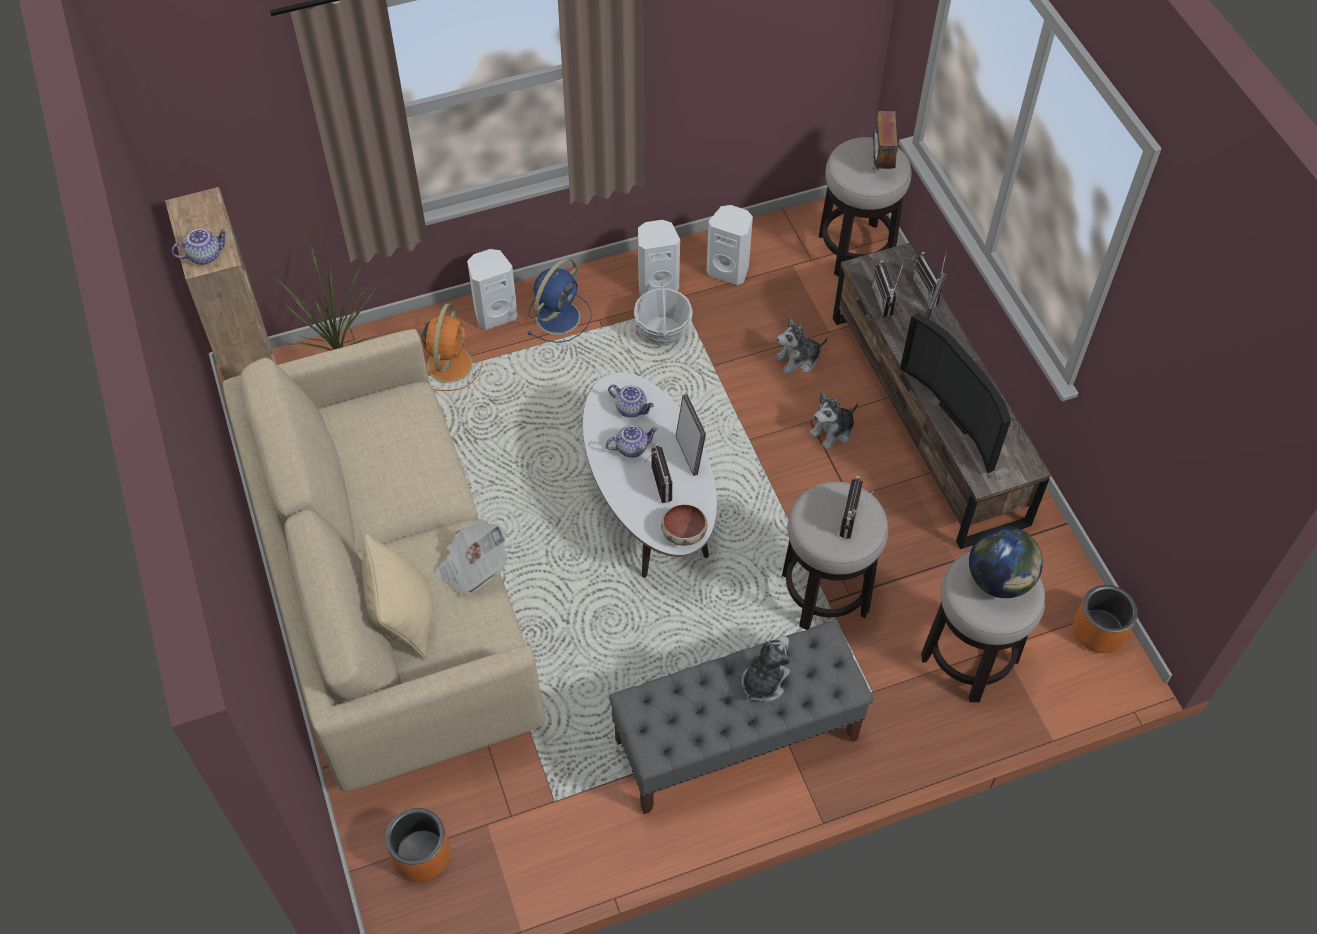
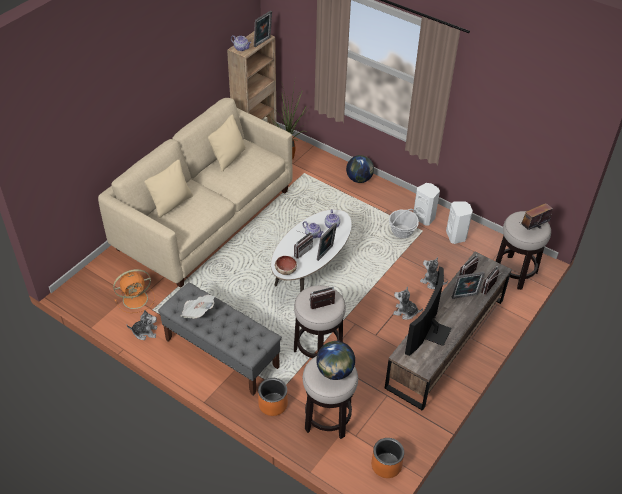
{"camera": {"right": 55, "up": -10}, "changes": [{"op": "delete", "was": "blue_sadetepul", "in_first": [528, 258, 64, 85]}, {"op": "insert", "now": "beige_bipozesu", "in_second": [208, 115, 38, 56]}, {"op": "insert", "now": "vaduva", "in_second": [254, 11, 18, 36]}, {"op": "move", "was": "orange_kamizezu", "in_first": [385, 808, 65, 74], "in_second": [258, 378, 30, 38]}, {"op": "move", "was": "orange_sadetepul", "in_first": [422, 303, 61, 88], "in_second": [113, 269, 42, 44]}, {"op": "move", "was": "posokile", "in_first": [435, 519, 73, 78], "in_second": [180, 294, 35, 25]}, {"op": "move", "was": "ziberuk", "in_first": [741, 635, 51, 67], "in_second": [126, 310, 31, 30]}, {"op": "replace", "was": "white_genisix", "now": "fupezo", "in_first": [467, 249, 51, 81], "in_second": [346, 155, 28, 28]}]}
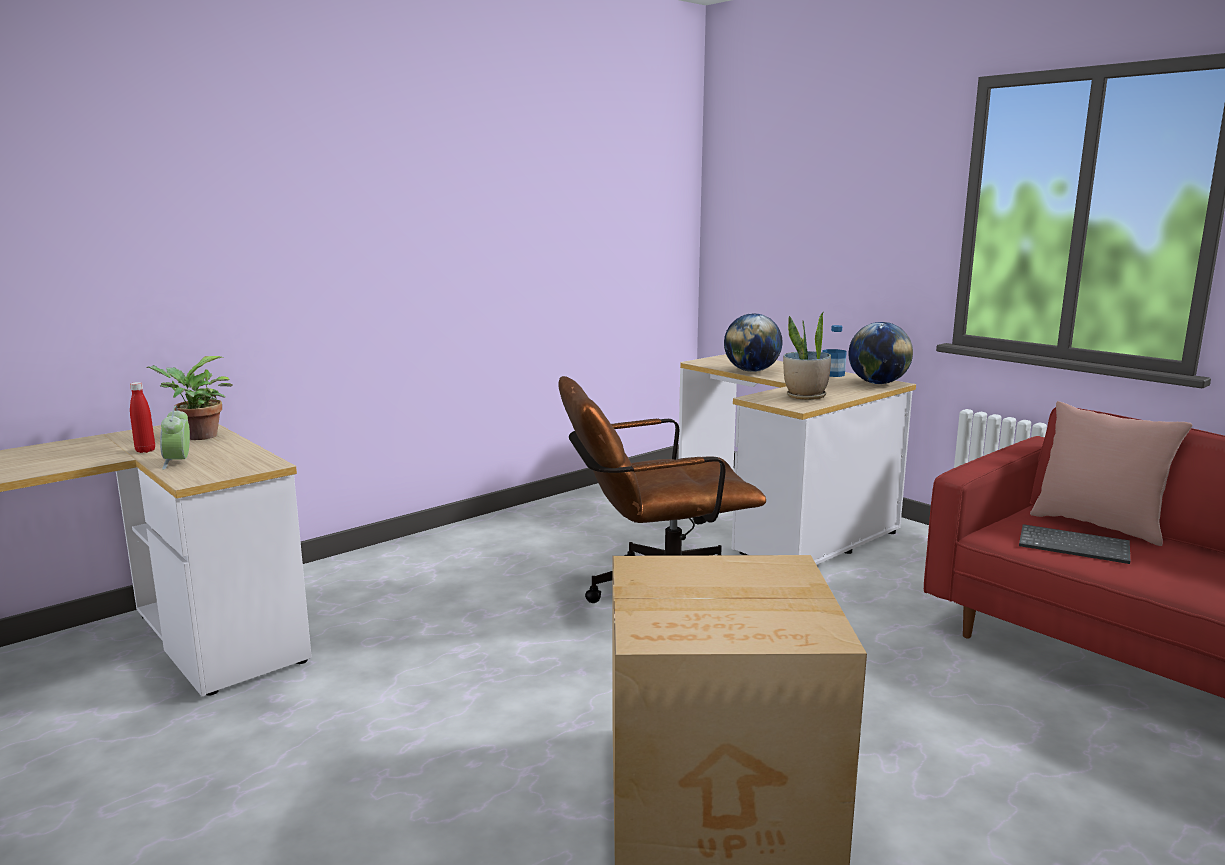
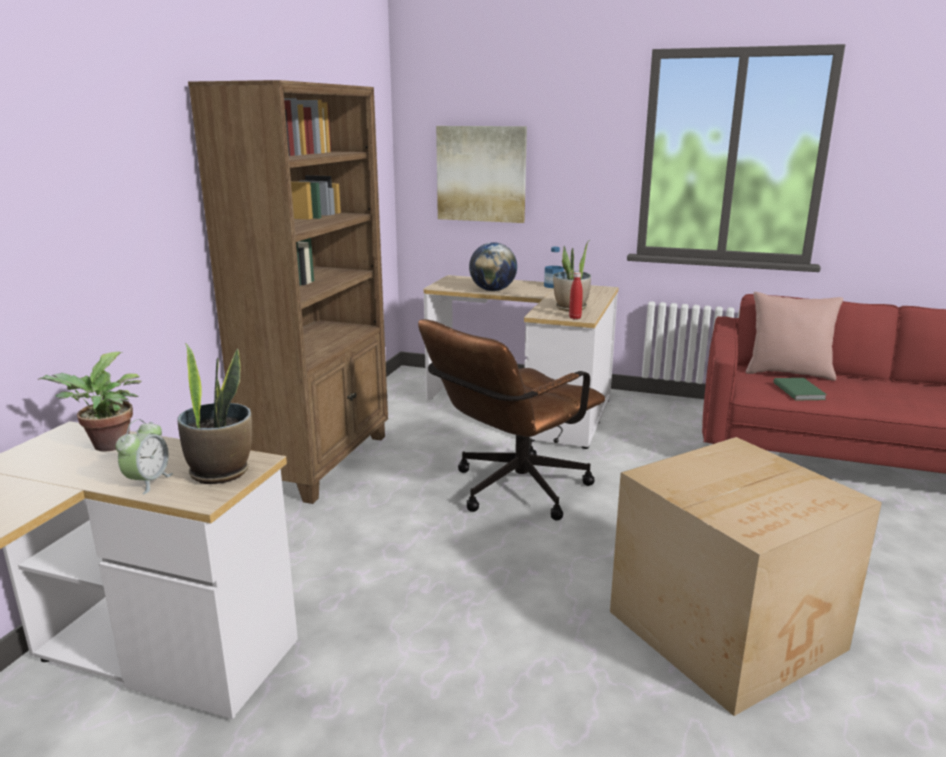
{"camera": {"right": -30, "up": 5}, "changes": [{"op": "delete", "was": "fupezo", "in_first": [849, 322, 64, 62]}, {"op": "insert", "now": "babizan", "in_second": [177, 343, 75, 141]}, {"op": "insert", "now": "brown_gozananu", "in_second": [188, 80, 200, 424]}, {"op": "insert", "now": "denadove", "in_second": [436, 126, 91, 97]}, {"op": "move", "was": "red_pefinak", "in_first": [130, 382, 25, 71], "in_second": [569, 272, 14, 47]}, {"op": "replace", "was": "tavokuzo", "now": "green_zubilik", "in_first": [1019, 524, 111, 40], "in_second": [773, 378, 54, 23]}, {"op": "rotate", "was": "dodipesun", "in_first": [160, 406, 30, 64], "in_second": [116, 419, 57, 75], "clockwise": -120}]}
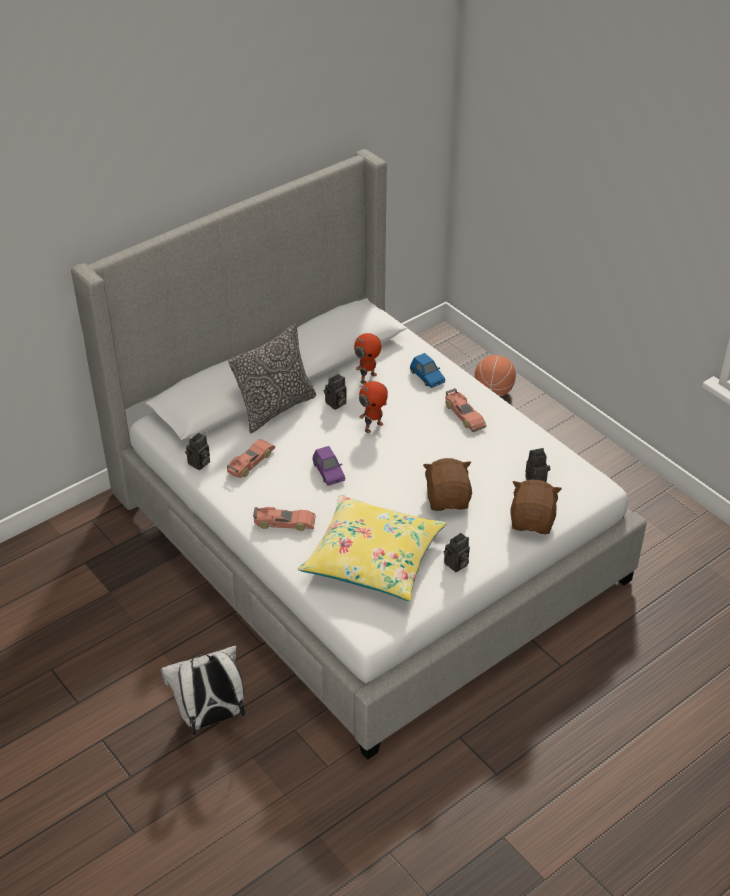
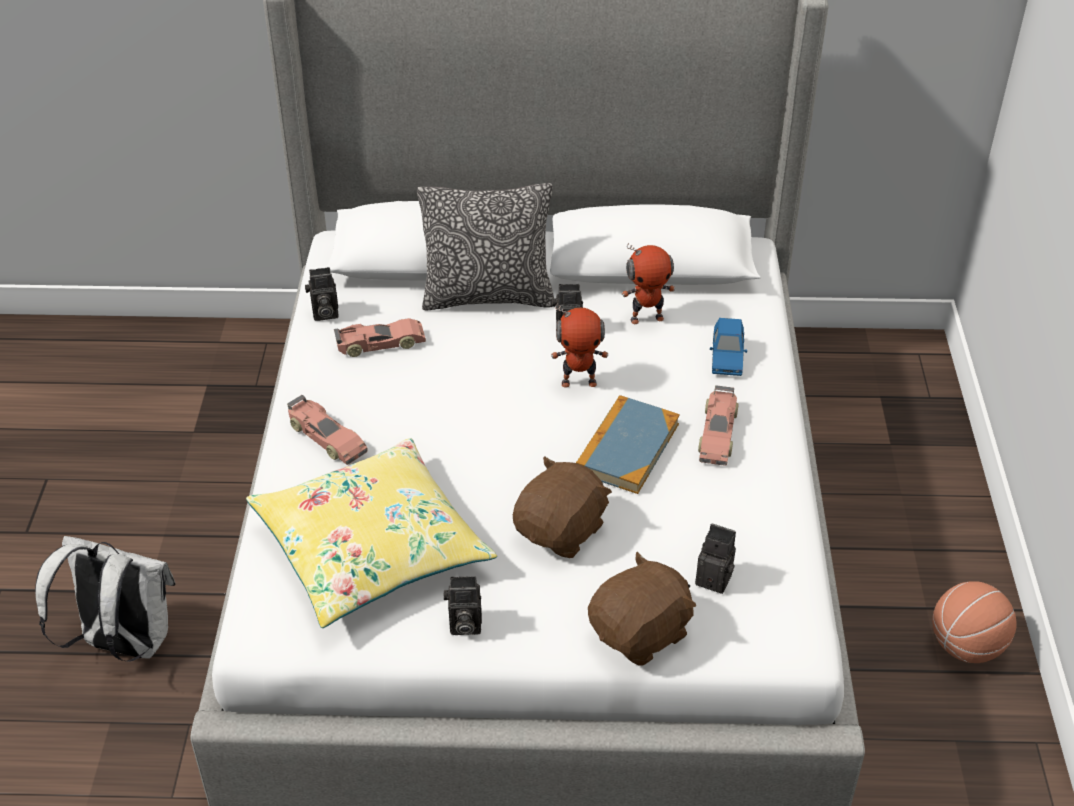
{"camera": {"right": 40, "up": 0}, "changes": [{"op": "delete", "was": "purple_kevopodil", "in_first": [313, 446, 32, 40]}, {"op": "insert", "now": "zubilik", "in_second": [576, 395, 104, 99]}, {"op": "move", "was": "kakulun", "in_first": [474, 355, 42, 42], "in_second": [932, 581, 85, 82]}]}
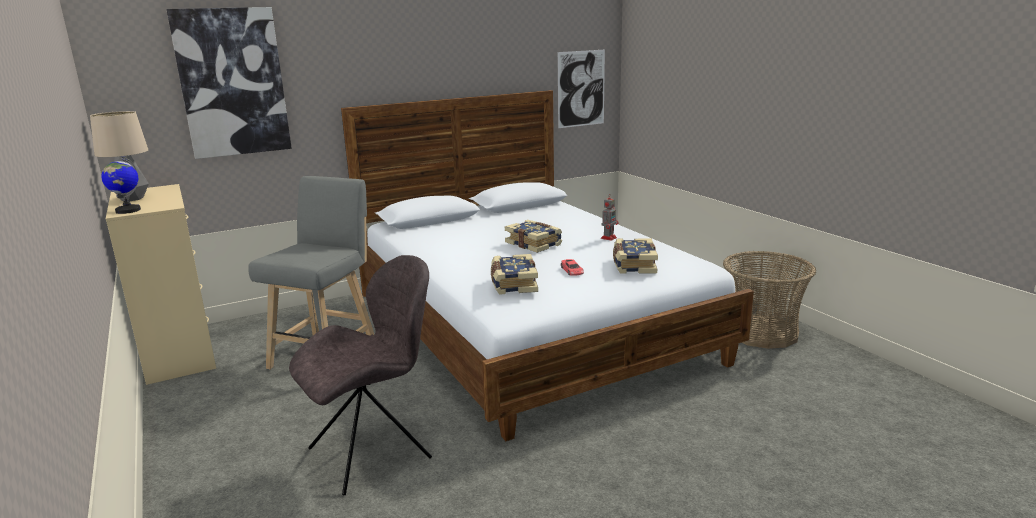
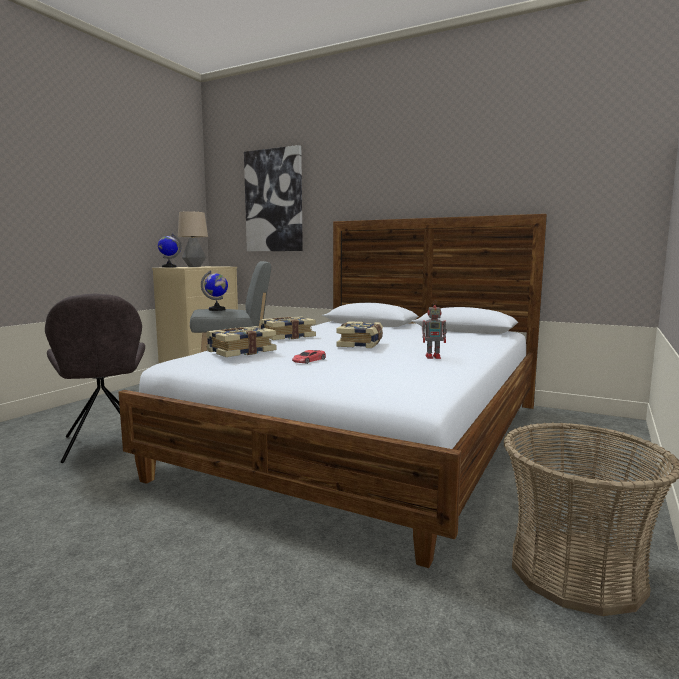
{"camera": {"right": 55, "up": -10}, "changes": [{"op": "delete", "was": "denadove", "in_first": [558, 50, 47, 78]}, {"op": "insert", "now": "fupezo", "in_second": [201, 271, 27, 40]}, {"op": "move", "was": "zubilik", "in_first": [613, 239, 45, 35], "in_second": [260, 316, 56, 24]}, {"op": "rotate", "was": "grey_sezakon", "in_first": [289, 255, 143, 240], "in_second": [45, 294, 100, 169], "clockwise": 45}]}
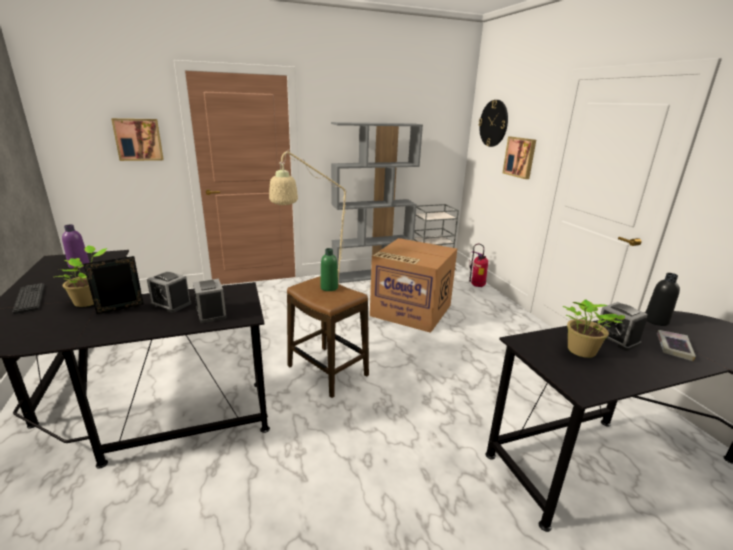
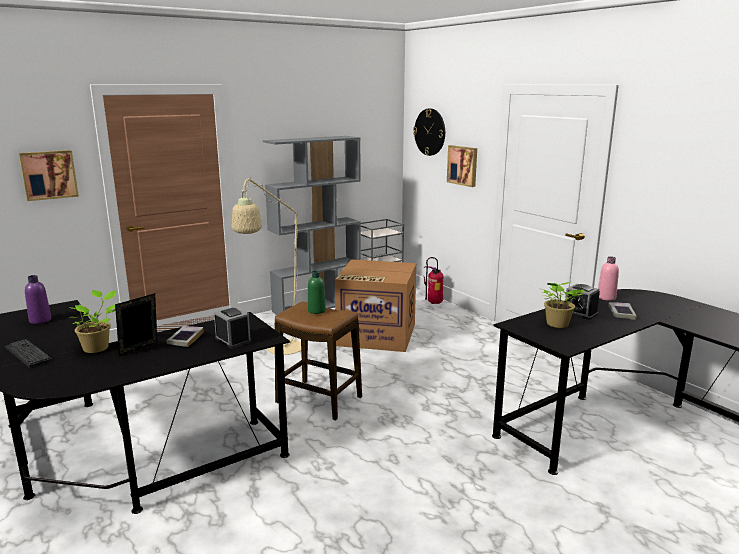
{"camera": {"right": -15, "up": -5}, "changes": [{"op": "replace", "was": "dodipesun", "now": "zubilik", "in_first": [147, 271, 45, 42], "in_second": [167, 326, 36, 21]}, {"op": "recolor", "was": "black_pefinak", "now": "pink_pefinak", "in_first": [645, 273, 35, 53], "in_second": [598, 256, 21, 45]}]}
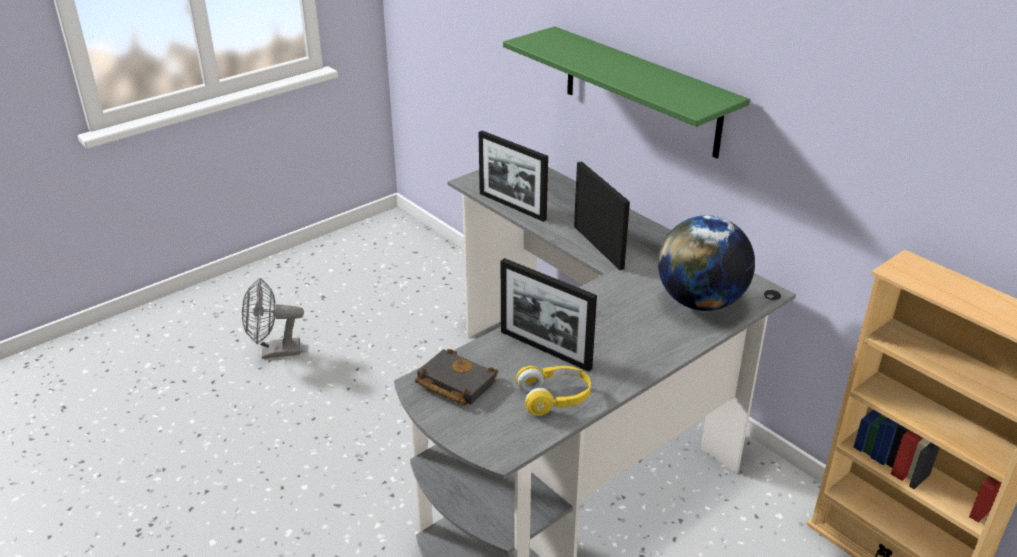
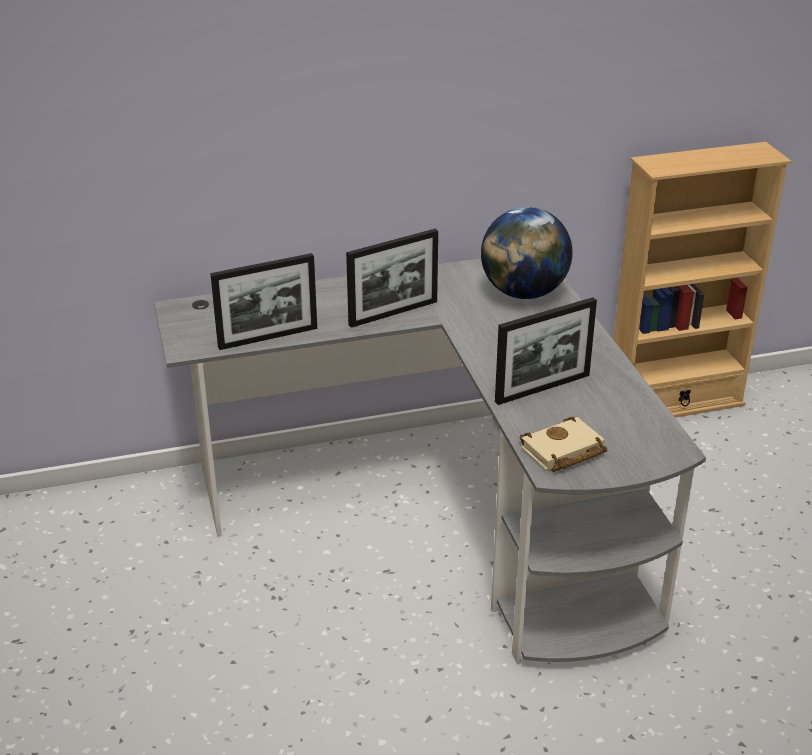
{"camera": {"right": -65, "up": 0}, "changes": [{"op": "delete", "was": "grey_sadetepul", "in_first": [242, 278, 62, 81]}, {"op": "delete", "was": "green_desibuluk", "in_first": [503, 26, 247, 132]}, {"op": "delete", "was": "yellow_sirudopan", "in_first": [516, 366, 75, 50]}, {"op": "recolor", "was": "black_zubilik", "now": "beige_zubilik", "in_first": [415, 349, 83, 57], "in_second": [520, 417, 87, 55]}, {"op": "rotate", "was": "vaduva", "in_first": [574, 161, 56, 109], "in_second": [346, 229, 92, 99], "clockwise": 150}]}
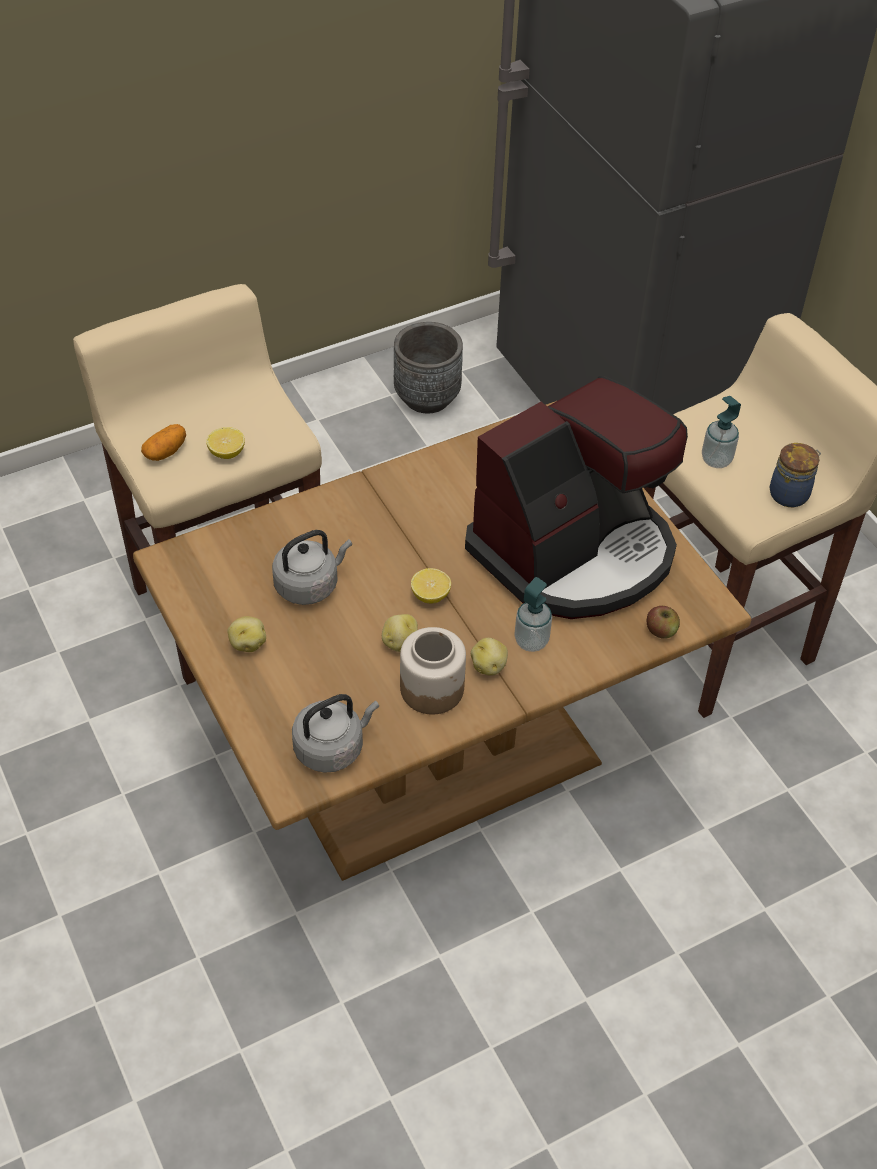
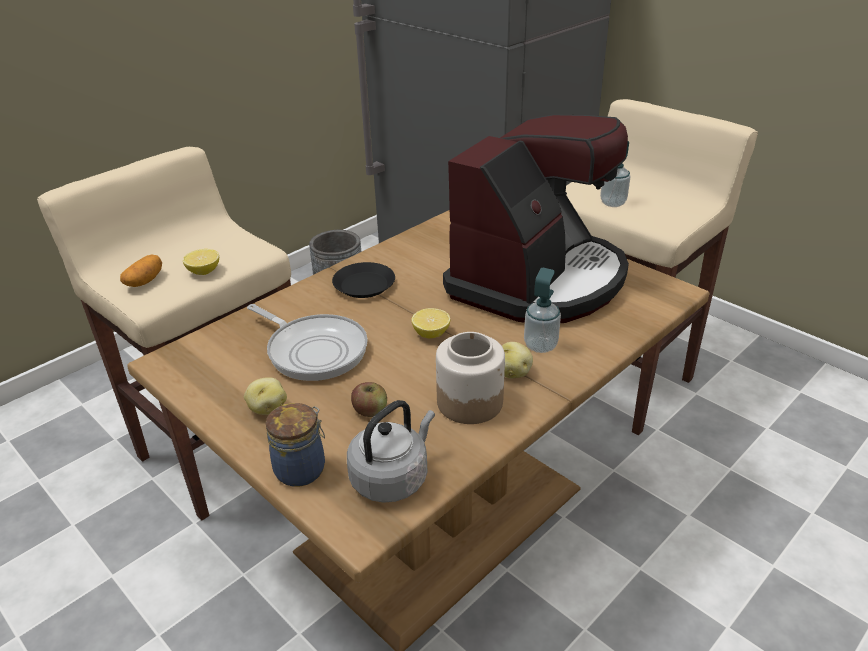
{"camera": {"right": -15, "up": -15}, "changes": [{"op": "delete", "was": "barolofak", "in_first": [382, 614, 36, 38]}, {"op": "insert", "now": "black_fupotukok", "in_second": [332, 262, 63, 36]}, {"op": "move", "was": "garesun", "in_first": [647, 606, 33, 33], "in_second": [351, 382, 36, 35]}, {"op": "move", "was": "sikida", "in_first": [770, 443, 51, 64], "in_second": [266, 403, 59, 84]}, {"op": "replace", "was": "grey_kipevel", "now": "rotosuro", "in_first": [272, 530, 80, 75], "in_second": [247, 304, 121, 77]}]}
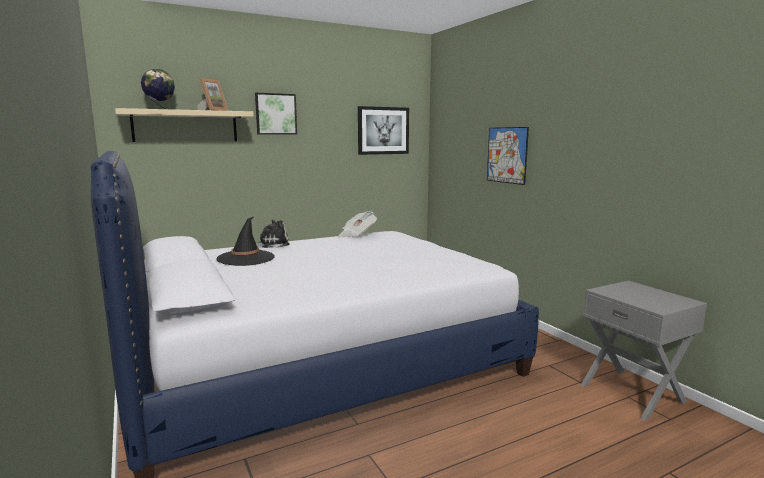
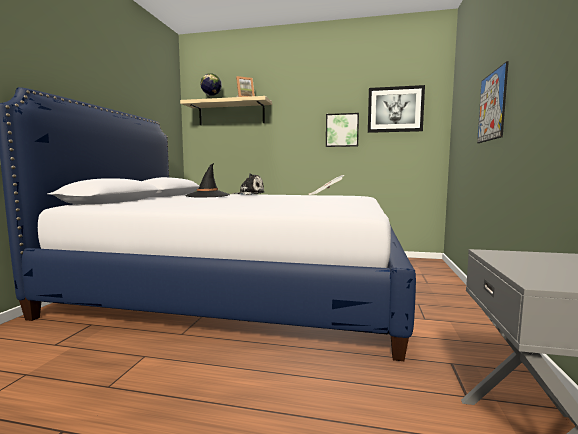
{"camera": {"right": 40, "up": -5}, "changes": [{"op": "move", "was": "denadove", "in_first": [255, 93, 42, 42], "in_second": [326, 113, 33, 34]}]}
